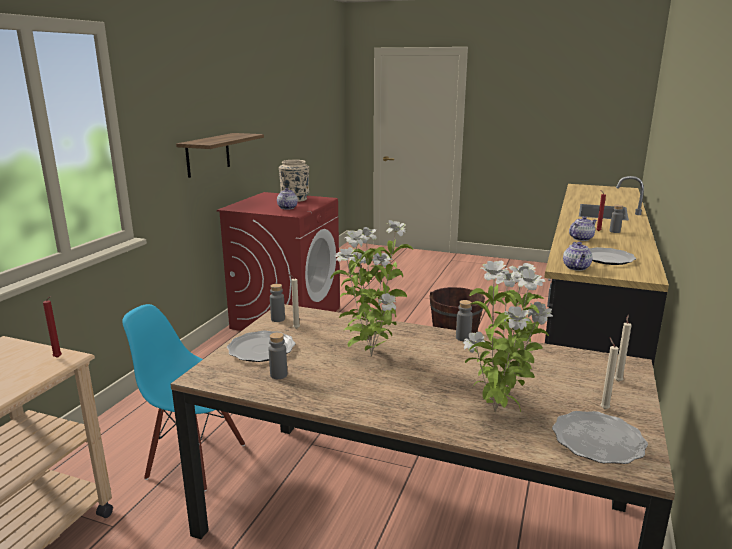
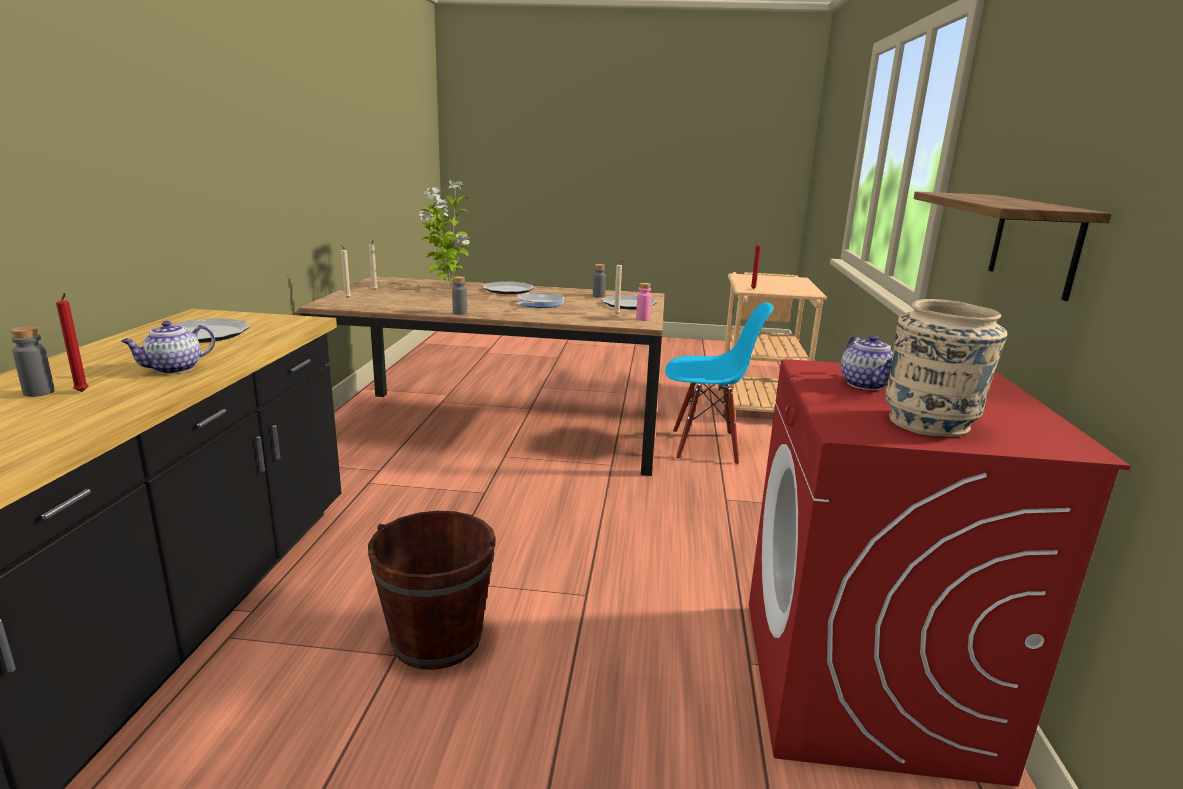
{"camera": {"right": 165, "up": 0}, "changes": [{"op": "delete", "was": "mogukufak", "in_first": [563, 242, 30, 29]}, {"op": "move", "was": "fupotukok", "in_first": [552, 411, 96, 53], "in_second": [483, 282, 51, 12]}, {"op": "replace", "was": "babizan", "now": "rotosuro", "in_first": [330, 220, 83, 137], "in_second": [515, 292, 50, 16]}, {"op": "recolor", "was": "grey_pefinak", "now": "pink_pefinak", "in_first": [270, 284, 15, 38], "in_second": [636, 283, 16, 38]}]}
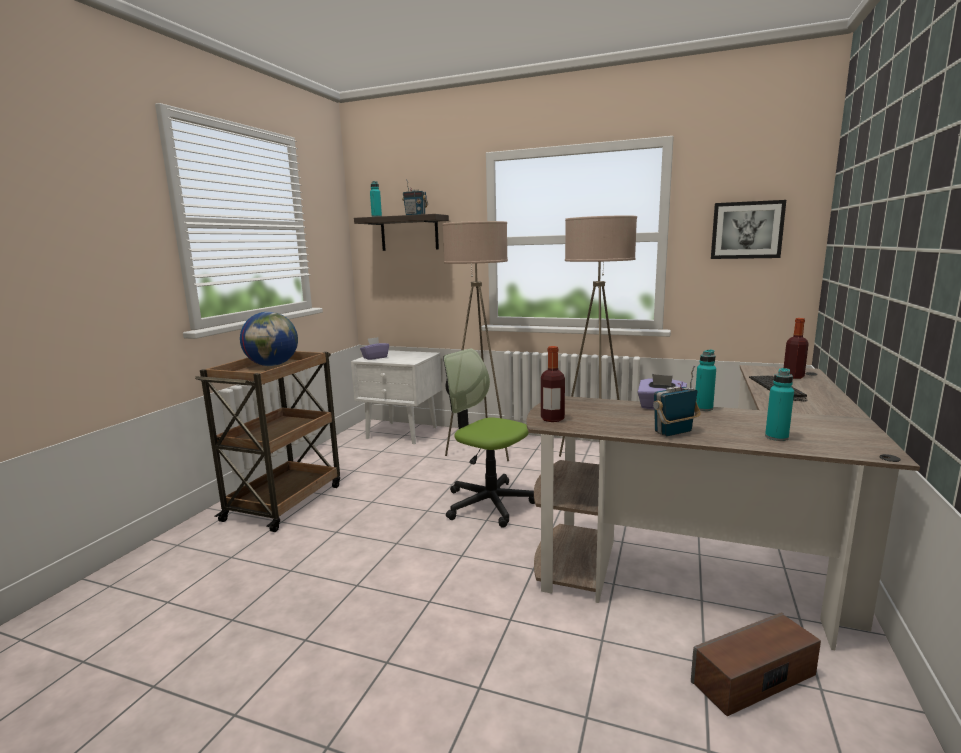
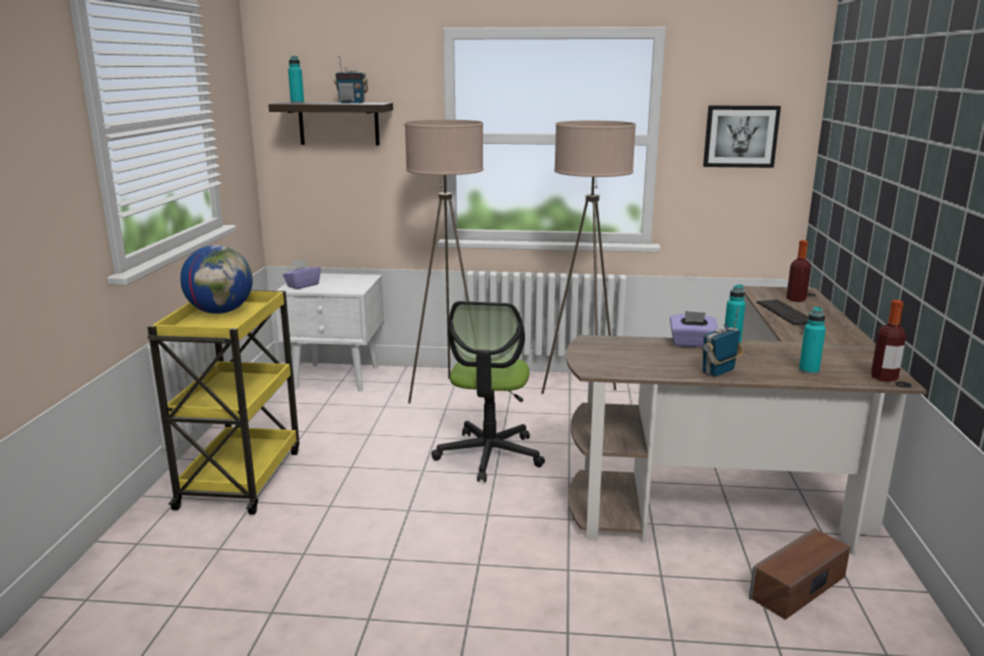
{"camera": {"right": -15, "up": 5}, "changes": [{"op": "move", "was": "pefinak", "in_first": [541, 346, 24, 76], "in_second": [871, 300, 35, 82]}, {"op": "recolor", "was": "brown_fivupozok", "now": "yellow_fivupozok", "in_first": [195, 351, 145, 181], "in_second": [147, 290, 152, 225]}, {"op": "rotate", "was": "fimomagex", "in_first": [443, 349, 92, 178], "in_second": [431, 301, 114, 181], "clockwise": -105}]}
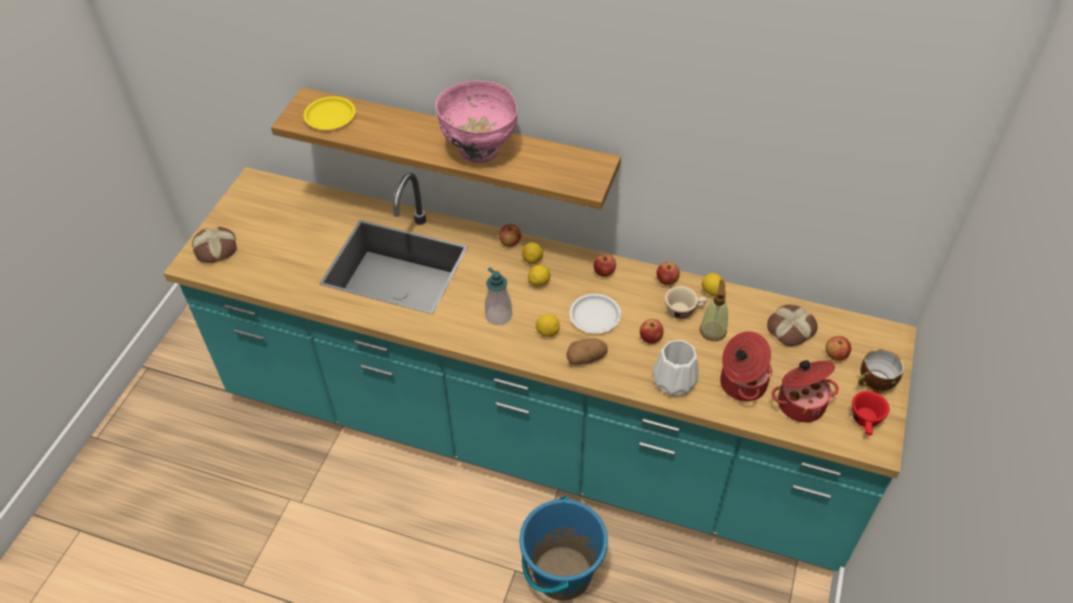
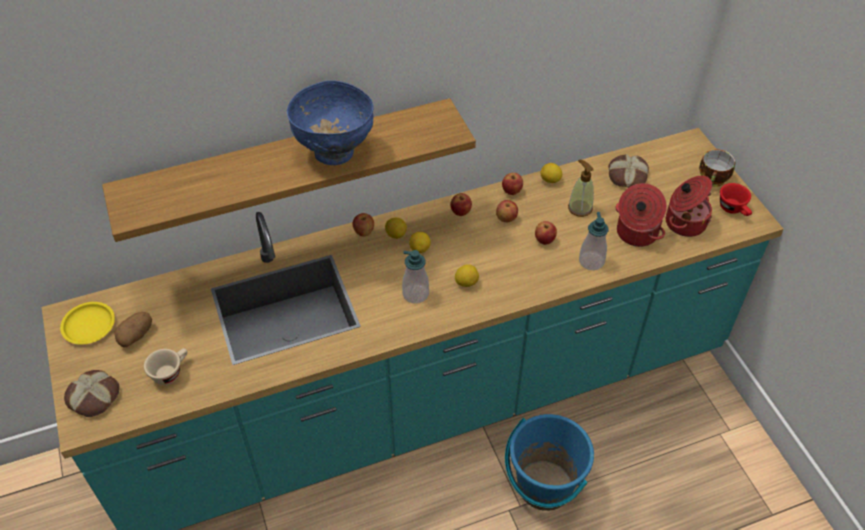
{"camera": {"right": -40, "up": 0}, "changes": [{"op": "delete", "was": "white_fupotukok", "in_first": [569, 294, 52, 40]}, {"op": "move", "was": "yellow_fupotukok", "in_first": [304, 97, 52, 33], "in_second": [60, 302, 55, 43]}, {"op": "move", "was": "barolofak", "in_first": [567, 339, 41, 25], "in_second": [114, 312, 38, 35]}, {"op": "move", "was": "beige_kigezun", "in_first": [665, 286, 42, 33], "in_second": [144, 348, 43, 37]}, {"op": "move", "was": "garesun", "in_first": [826, 336, 25, 25], "in_second": [496, 200, 22, 22]}, {"op": "replace", "was": "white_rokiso", "now": "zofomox", "in_first": [653, 340, 45, 56], "in_second": [579, 212, 30, 58]}, {"op": "recolor", "was": "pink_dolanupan", "now": "blue_dolanupan", "in_first": [436, 81, 81, 82], "in_second": [287, 80, 87, 85]}]}
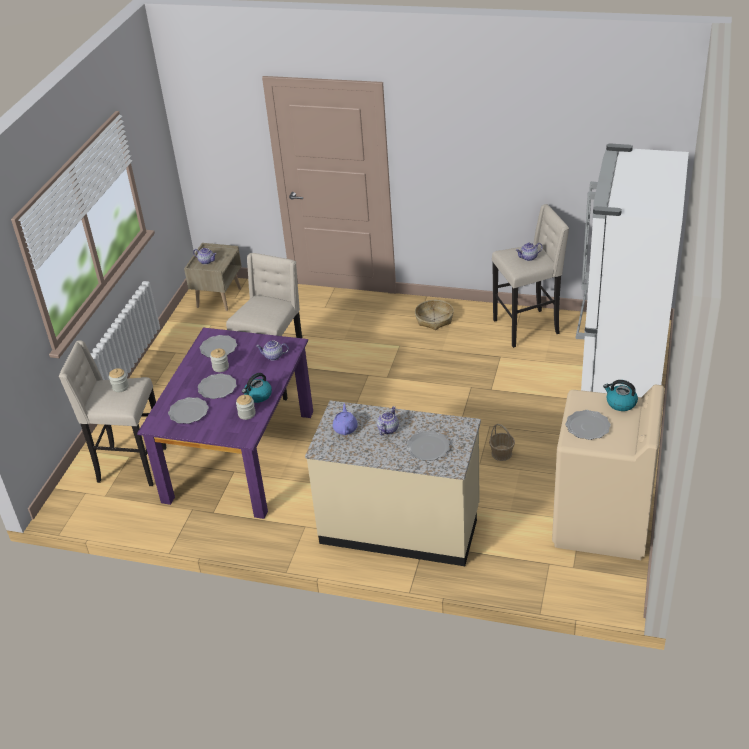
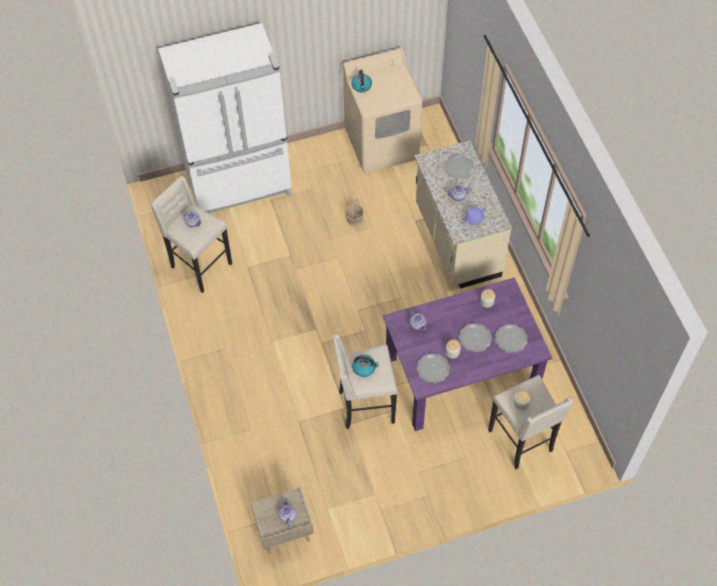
{"camera": {"right": -125, "up": 20}, "changes": [{"op": "delete", "was": "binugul", "in_first": [415, 300, 39, 30]}, {"op": "delete", "was": "fupotukok", "in_first": [565, 410, 46, 30]}, {"op": "move", "was": "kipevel", "in_first": [242, 373, 30, 30], "in_second": [352, 355, 27, 22]}]}
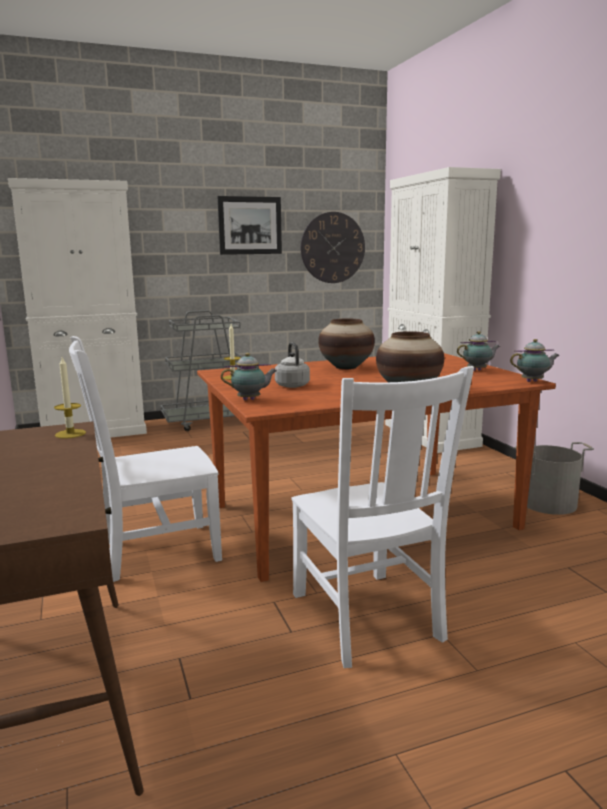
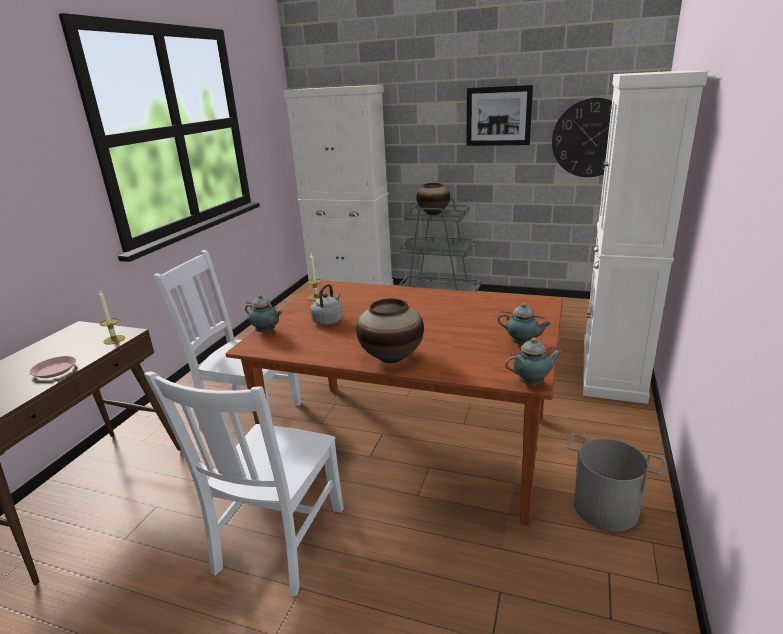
{"camera": {"right": 40, "up": 10}, "changes": [{"op": "insert", "now": "pink_fupotukok", "in_second": [30, 356, 46, 22]}, {"op": "move", "was": "rokiso", "in_first": [318, 319, 57, 51], "in_second": [416, 183, 34, 32]}, {"op": "rotate", "was": "mogukufak", "in_first": [510, 339, 50, 43], "in_second": [505, 338, 57, 47], "clockwise": -45}]}
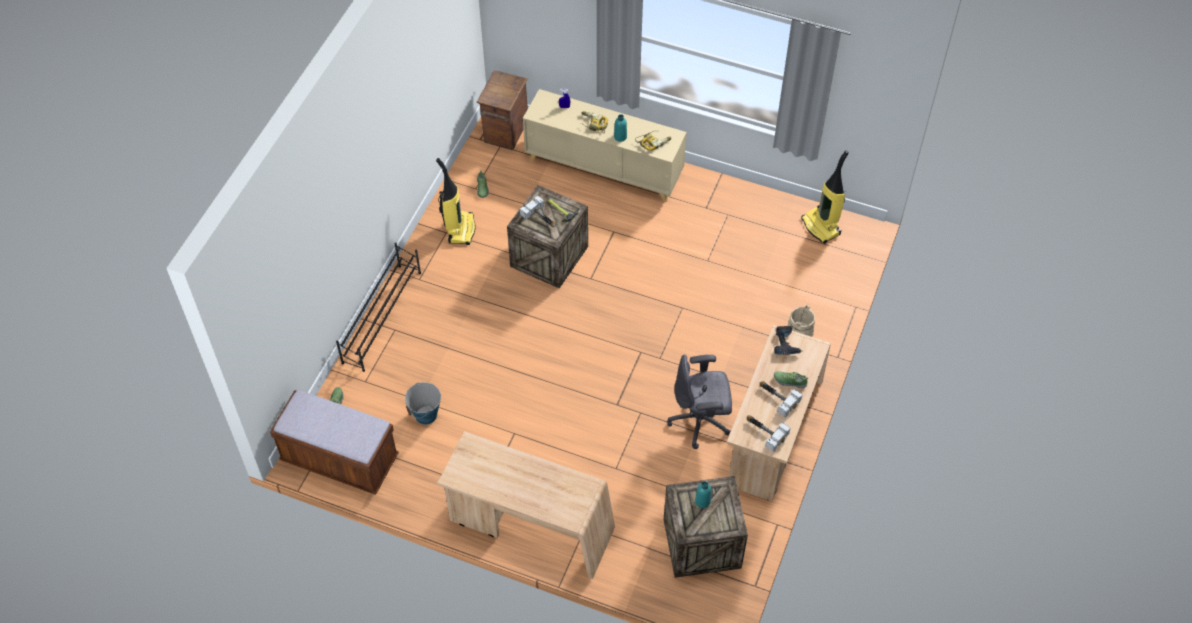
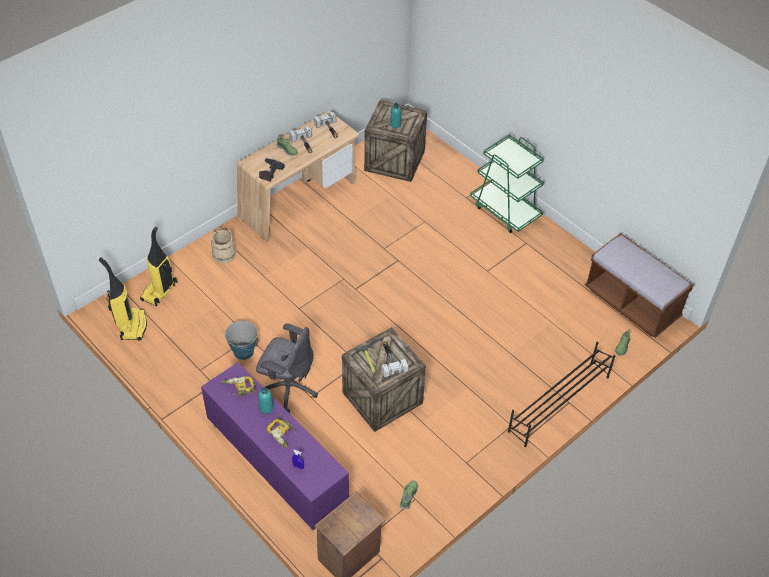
{"camera": {"right": -155, "up": -5}, "changes": [{"op": "move", "was": "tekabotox", "in_first": [405, 382, 36, 43], "in_second": [225, 320, 34, 40]}, {"op": "move", "was": "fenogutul", "in_first": [436, 158, 39, 87], "in_second": [140, 227, 37, 79]}, {"op": "move", "was": "grey_fimomagex", "in_first": [667, 354, 65, 95], "in_second": [256, 323, 62, 90]}, {"op": "replace", "was": "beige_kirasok", "now": "green_fivupozok", "in_first": [438, 431, 177, 148], "in_second": [470, 134, 74, 99]}, {"op": "recolor", "was": "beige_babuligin", "now": "purple_babuligin", "in_first": [523, 89, 164, 113], "in_second": [201, 362, 148, 171]}]}
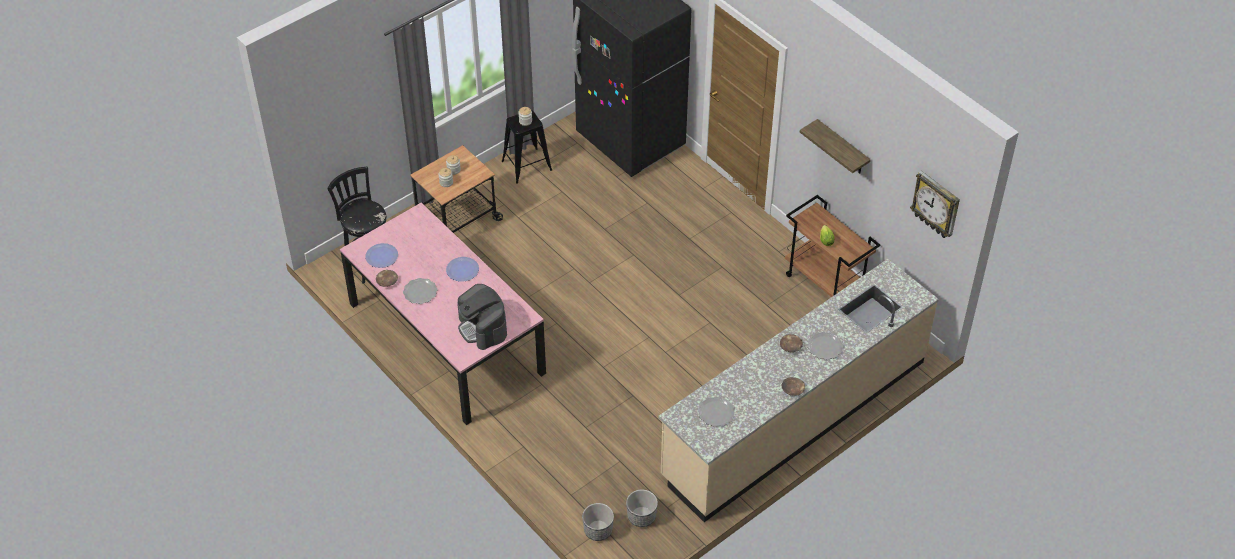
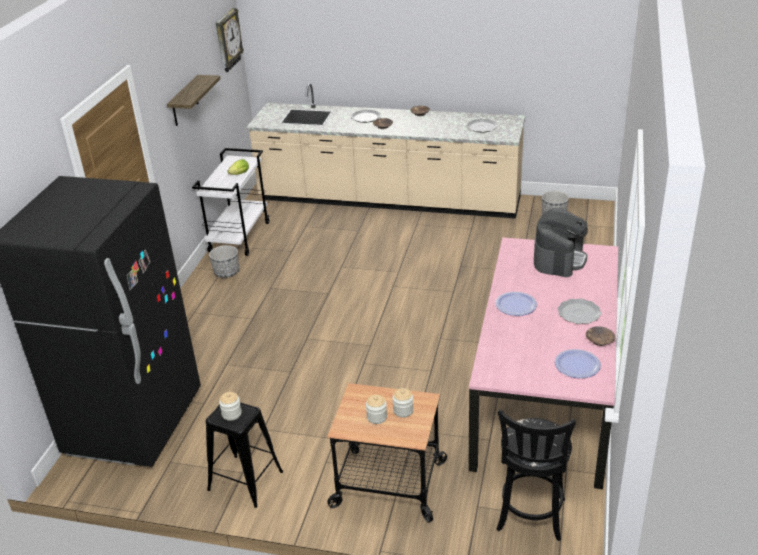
{"camera": {"right": -125, "up": -15}, "changes": [{"op": "move", "was": "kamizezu", "in_first": [582, 503, 32, 38], "in_second": [209, 245, 30, 33]}, {"op": "recolor", "was": "brown_fivupozok", "now": "white_fivupozok", "in_first": [785, 195, 95, 102], "in_second": [192, 148, 78, 108]}]}
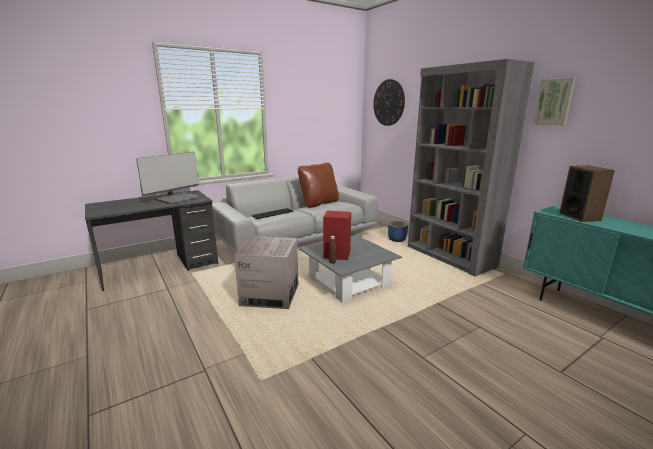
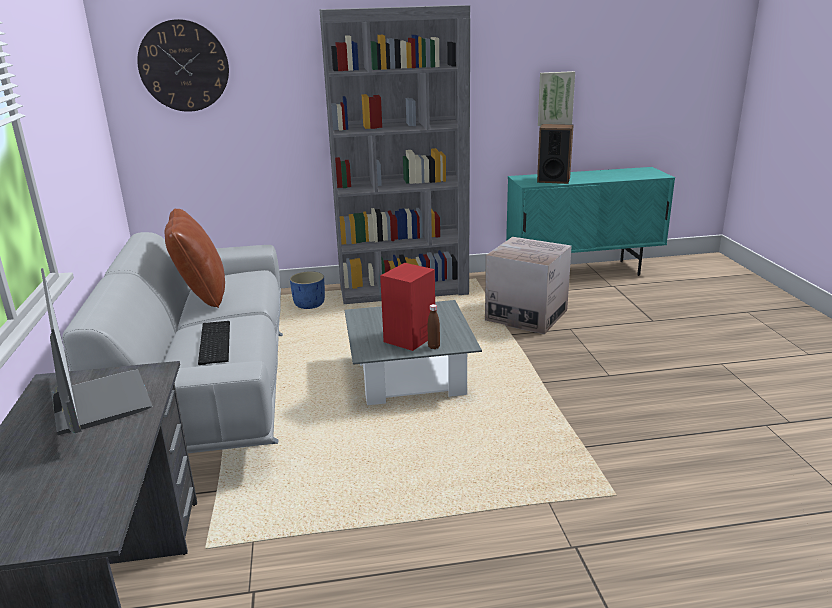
{"camera": {"right": -65, "up": 5}, "changes": [{"op": "move", "was": "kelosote", "in_first": [234, 236, 64, 73], "in_second": [485, 237, 87, 97]}, {"op": "move", "was": "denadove", "in_first": [533, 78, 43, 48], "in_second": [538, 71, 37, 55]}]}
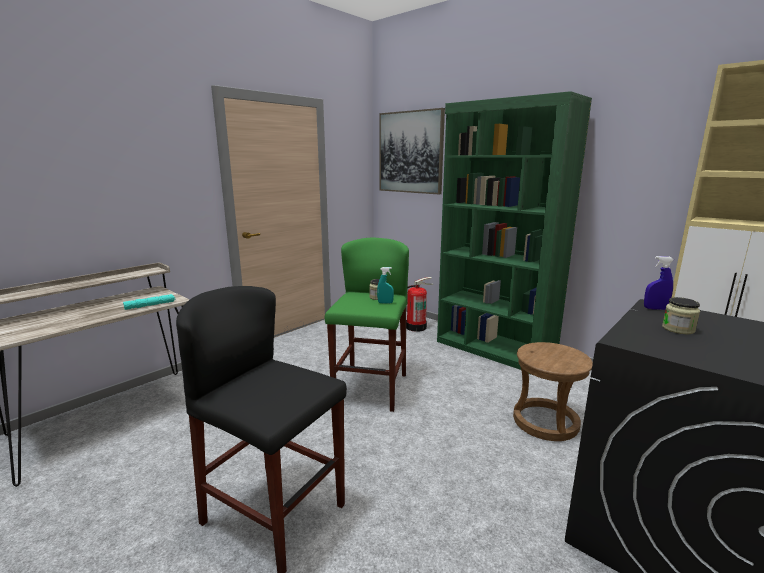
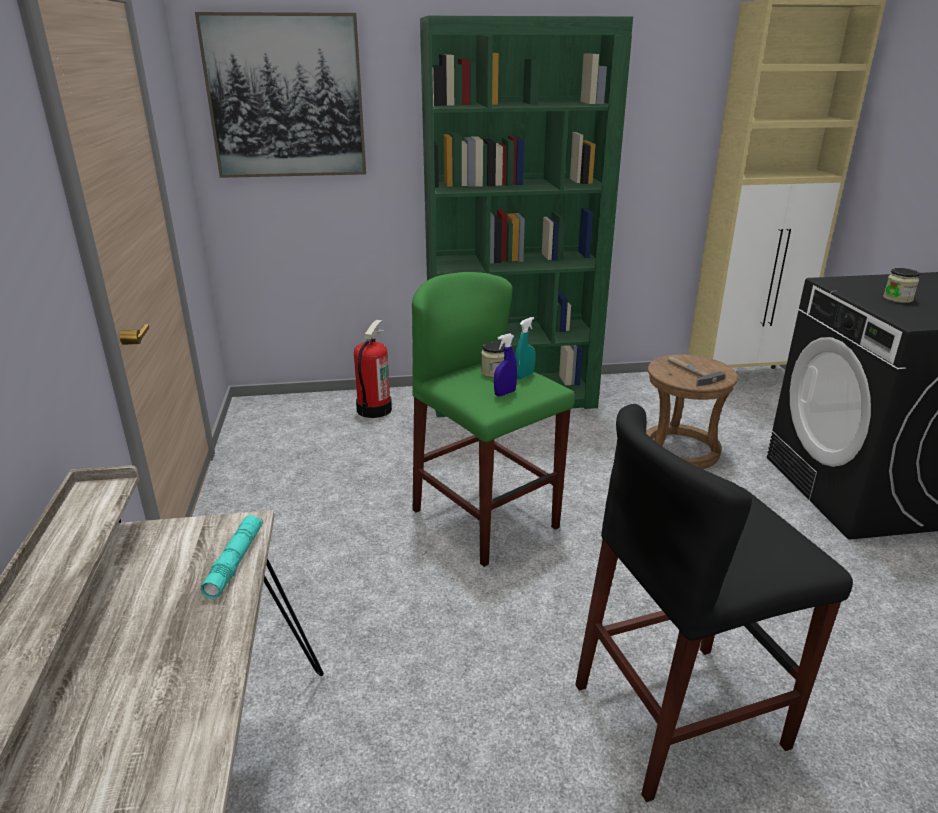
{"camera": {"right": -50, "up": 10}, "changes": [{"op": "insert", "now": "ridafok", "in_second": [667, 356, 59, 30]}, {"op": "move", "was": "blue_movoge", "in_first": [644, 256, 30, 54], "in_second": [494, 333, 23, 63]}]}
